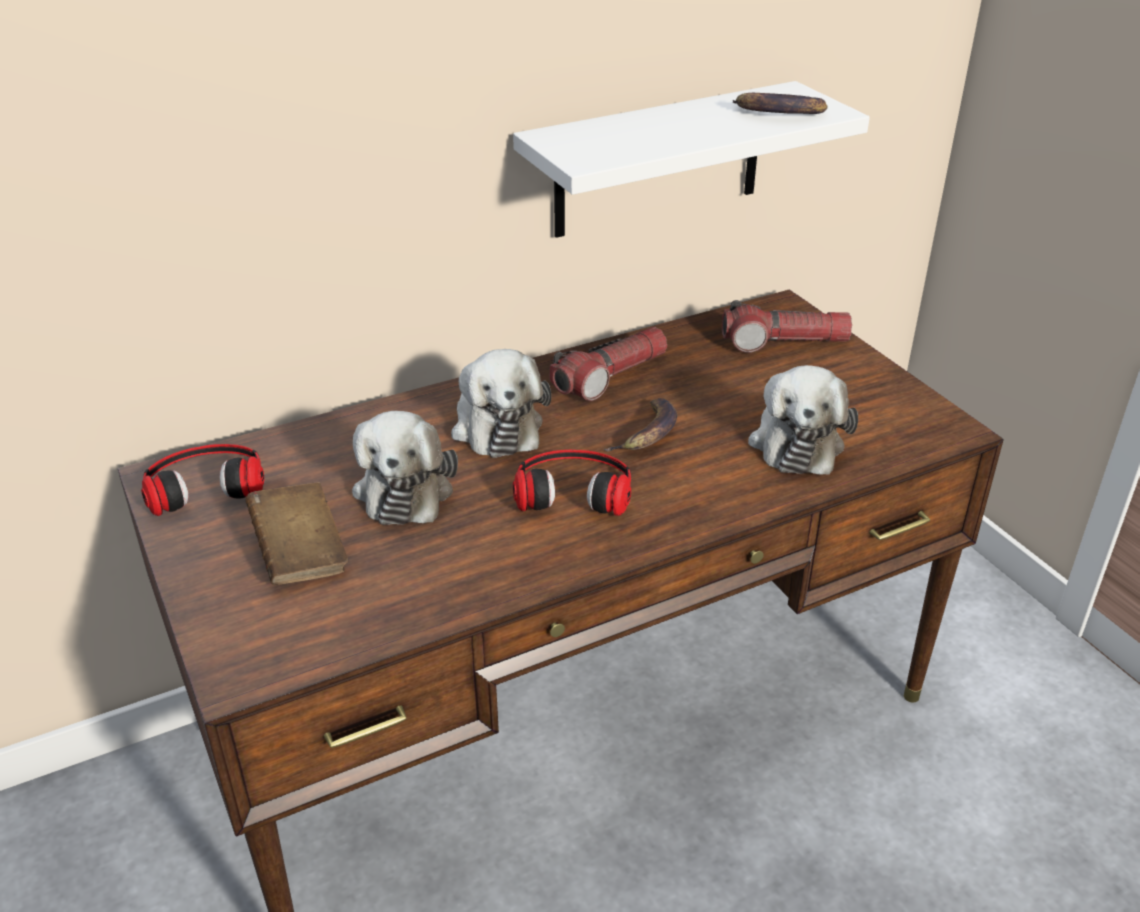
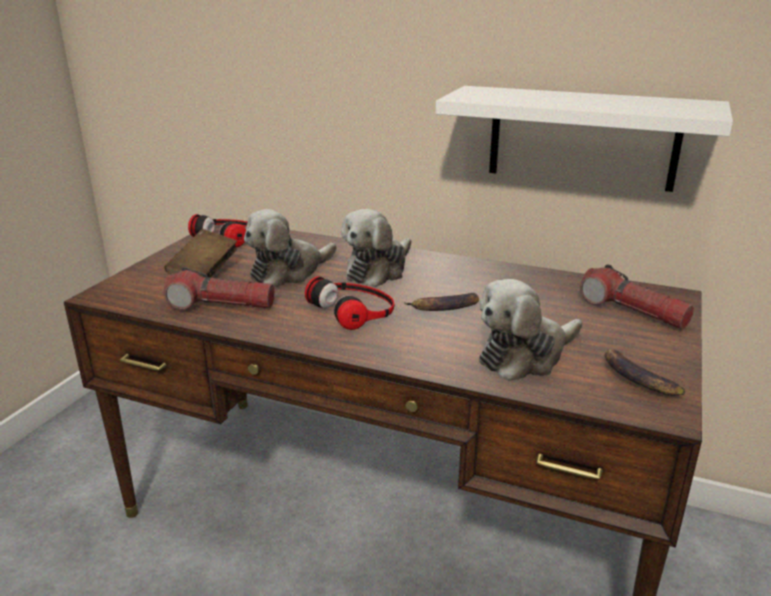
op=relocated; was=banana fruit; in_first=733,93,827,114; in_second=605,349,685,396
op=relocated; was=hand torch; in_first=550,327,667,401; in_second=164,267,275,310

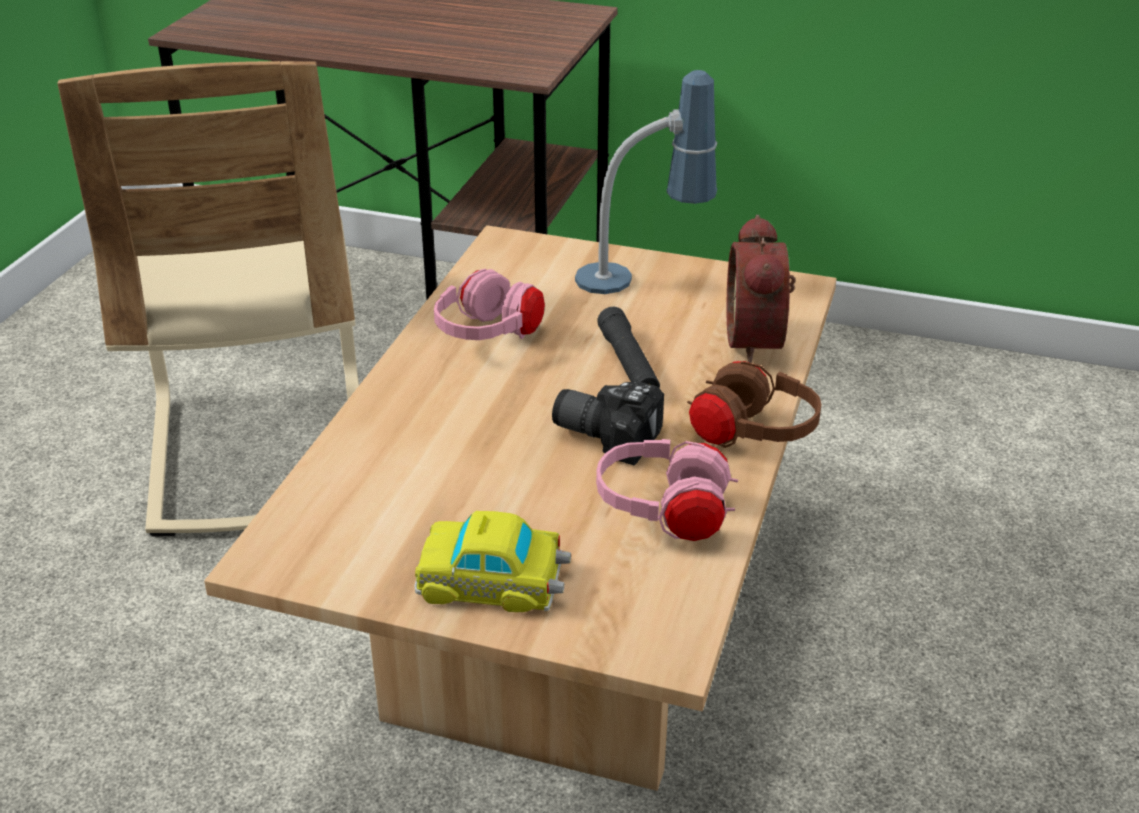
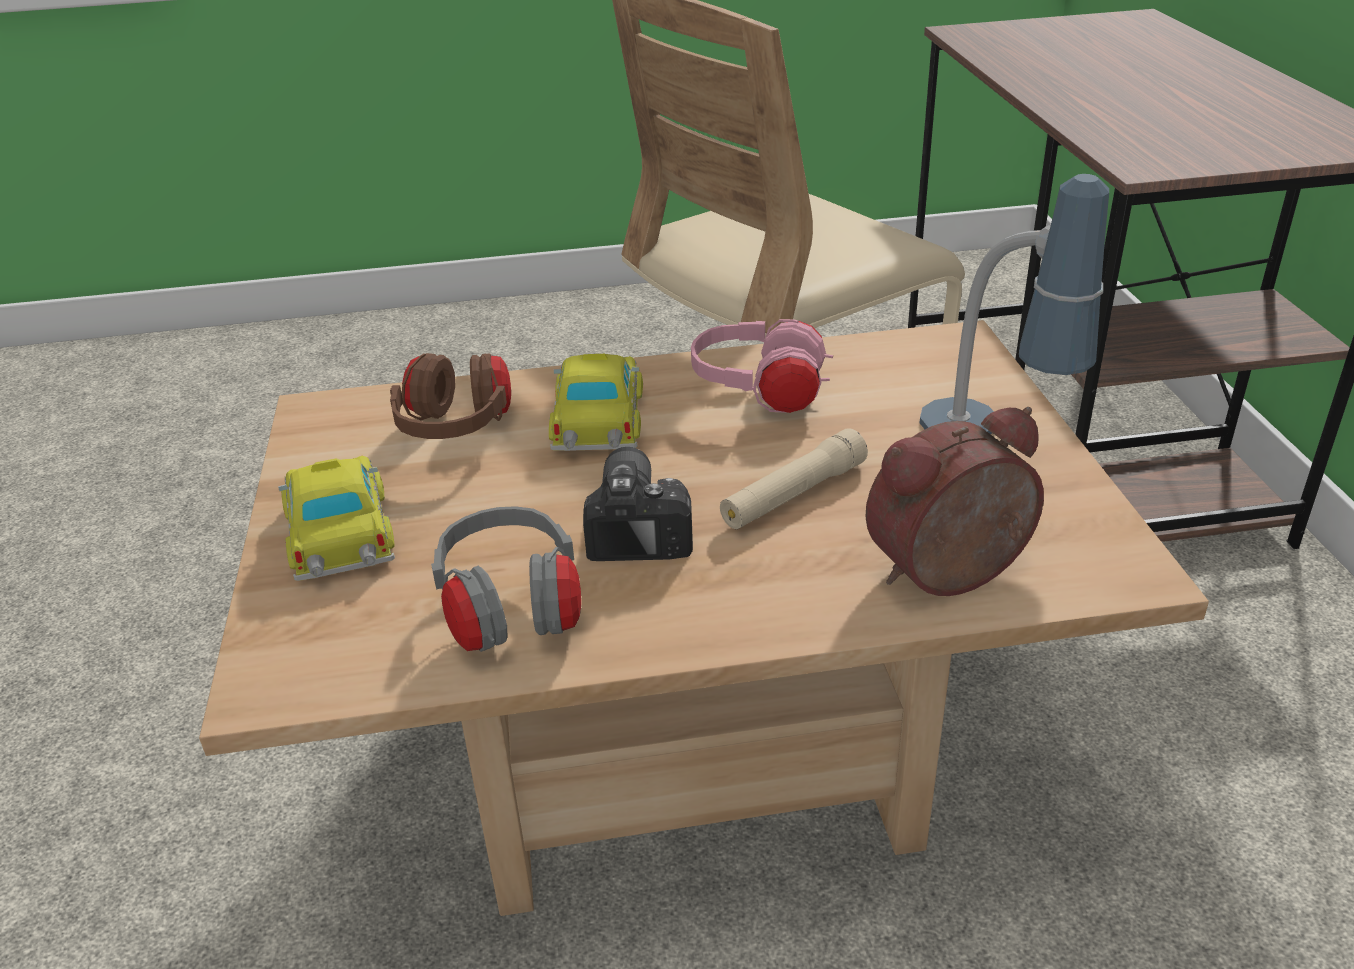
op=colour; was=hand torch (black); now=hand torch (sand-coloured); in_first=597,307,660,388; in_second=720,428,868,529
op=relocated; was=pair of headphones (brown); in_first=687,361,822,448; in_second=390,353,511,439
op=colour; was=pair of headphones (pink); now=pair of headphones (greyish); in_first=596,439,738,541; in_second=431,506,581,652
op=appeared; now=toy car; in_second=549,354,643,451

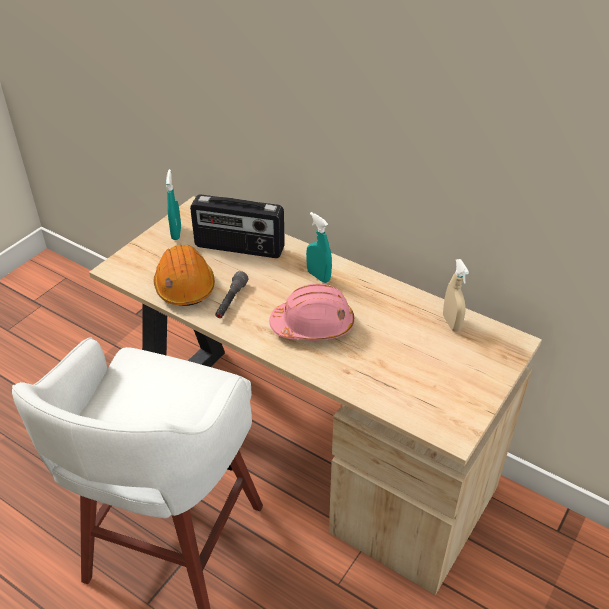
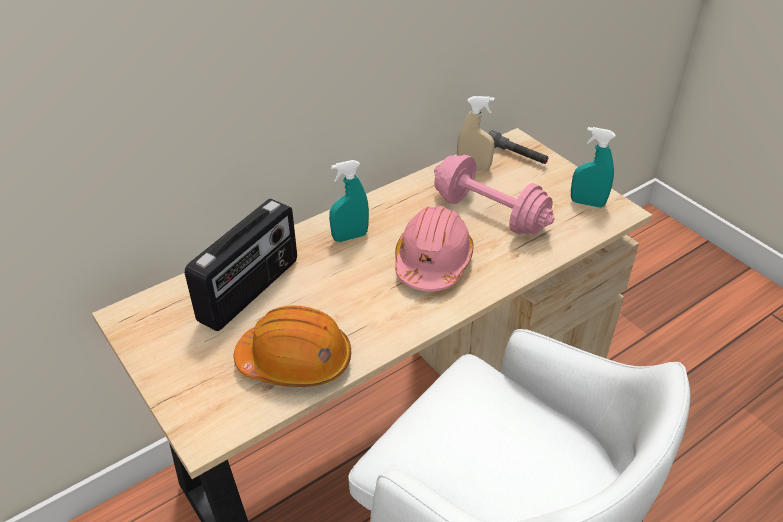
op=relocated; was=sprayer (turquoise-coloured); in_first=166,169,181,240; in_second=571,127,616,208
op=relocated; was=hand torch (greyish); in_first=215,271,249,318; in_second=488,130,548,164
op=appeared; now=dumbbell (pink); in_second=434,155,555,235

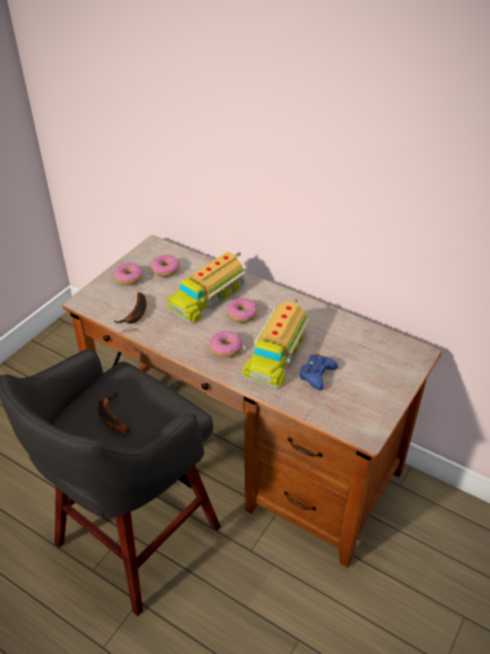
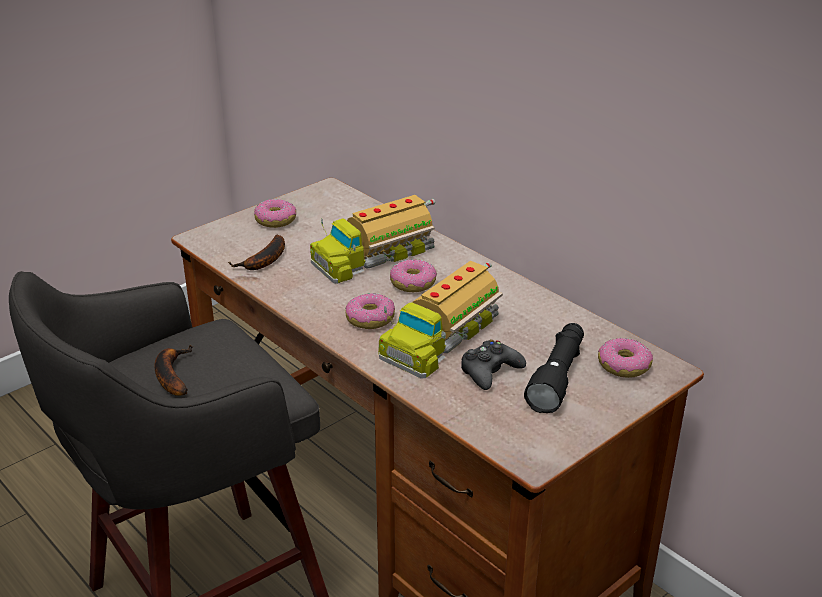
op=relocated; was=donut; in_first=150,255,180,277; in_second=598,338,653,378
op=colour; was=joypad (blue-coloured); now=joypad (black); in_first=299,354,338,390; in_second=461,339,526,390
op=appeared; now=hand torch (black); in_second=524,323,584,413

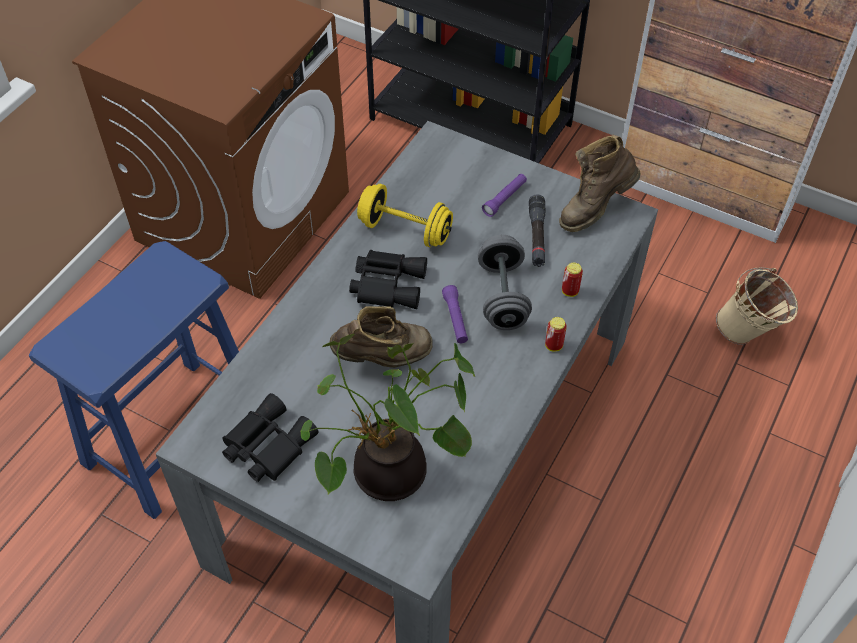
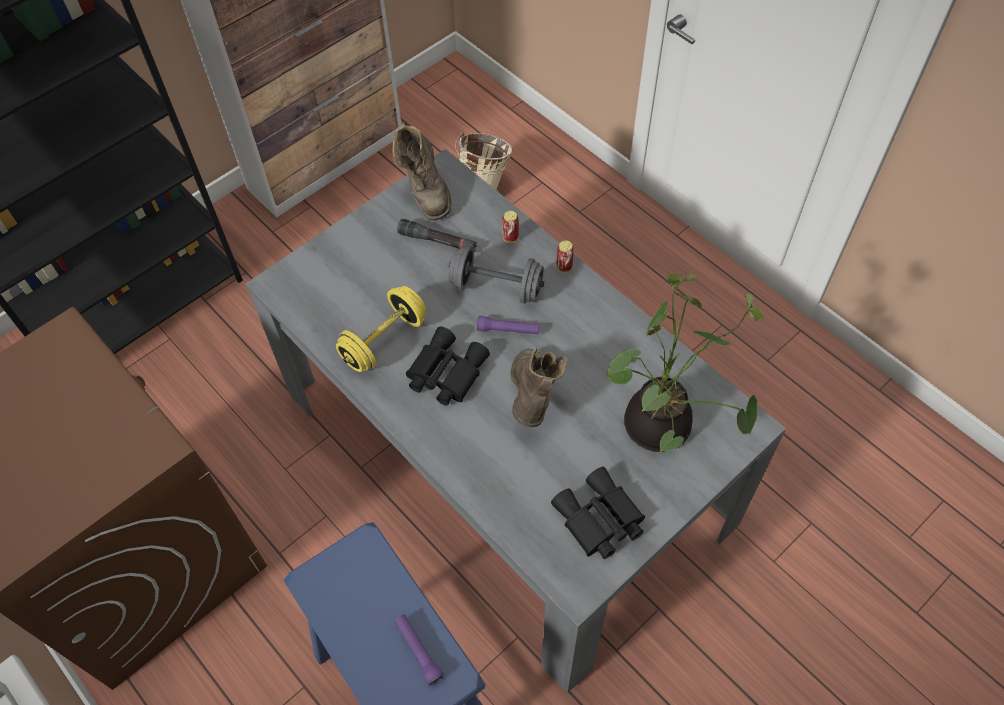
op=relocated; was=hand torch (purplish); in_first=482,174,527,217; in_second=394,614,444,686

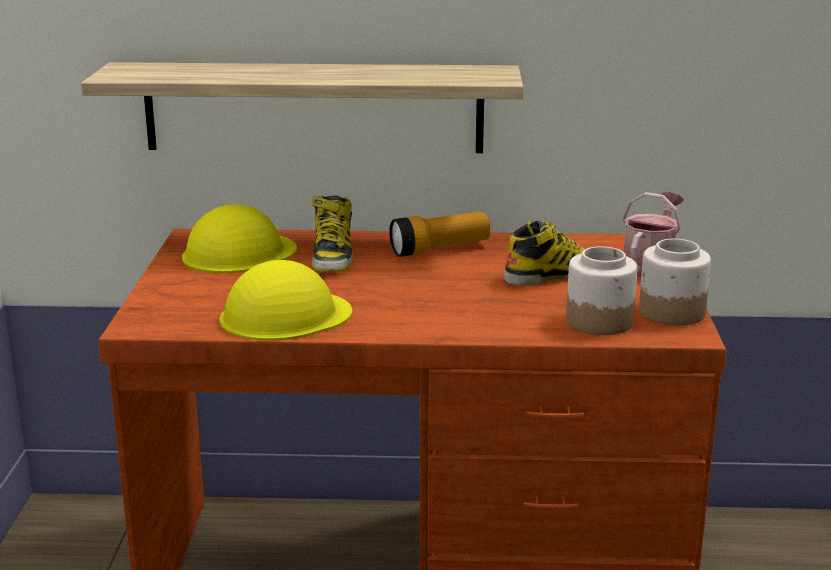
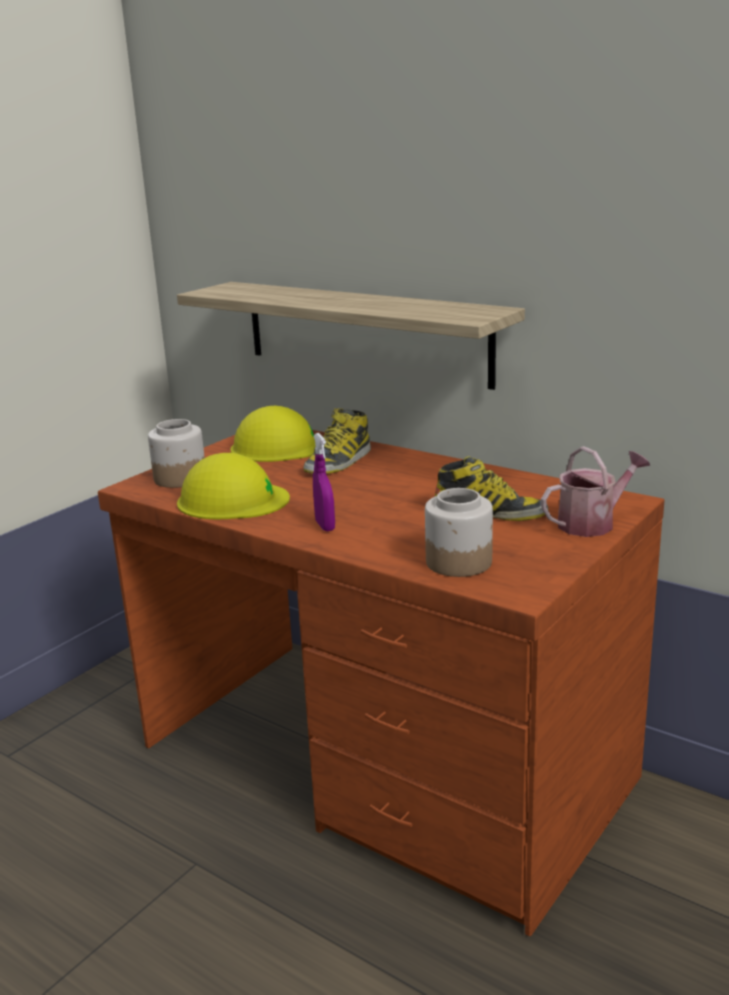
op=missing; was=hand torch; in_first=389,212,490,257
op=relocated; was=preserve jar; in_first=639,239,711,326; in_second=148,419,205,488
op=appeared; now=sprayer (purplish); in_second=313,433,335,531

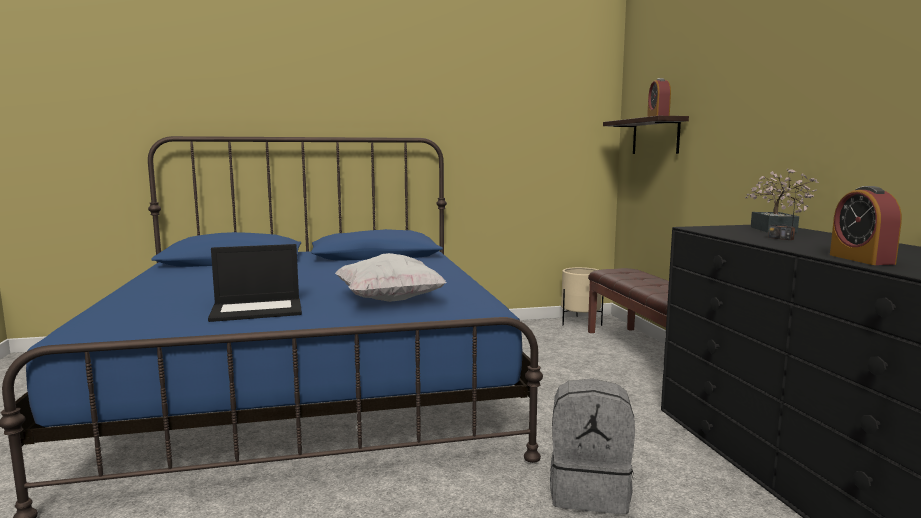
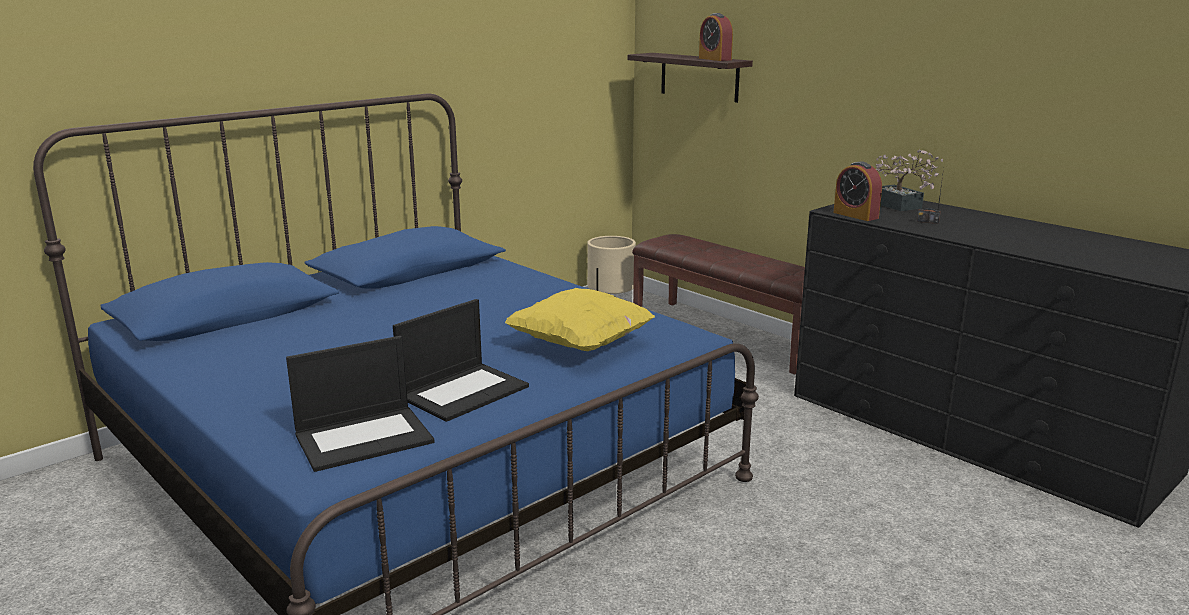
op=relocated; was=bedside clock; in_first=830,186,902,265; in_second=833,161,882,221
op=colour; was=cushion (white); now=cushion (yellowish); in_first=335,253,447,302; in_second=505,288,655,351
op=missing; was=knapsack (greyish); in_first=550,379,635,514
op=appeared; now=portable computer; in_second=286,336,434,472

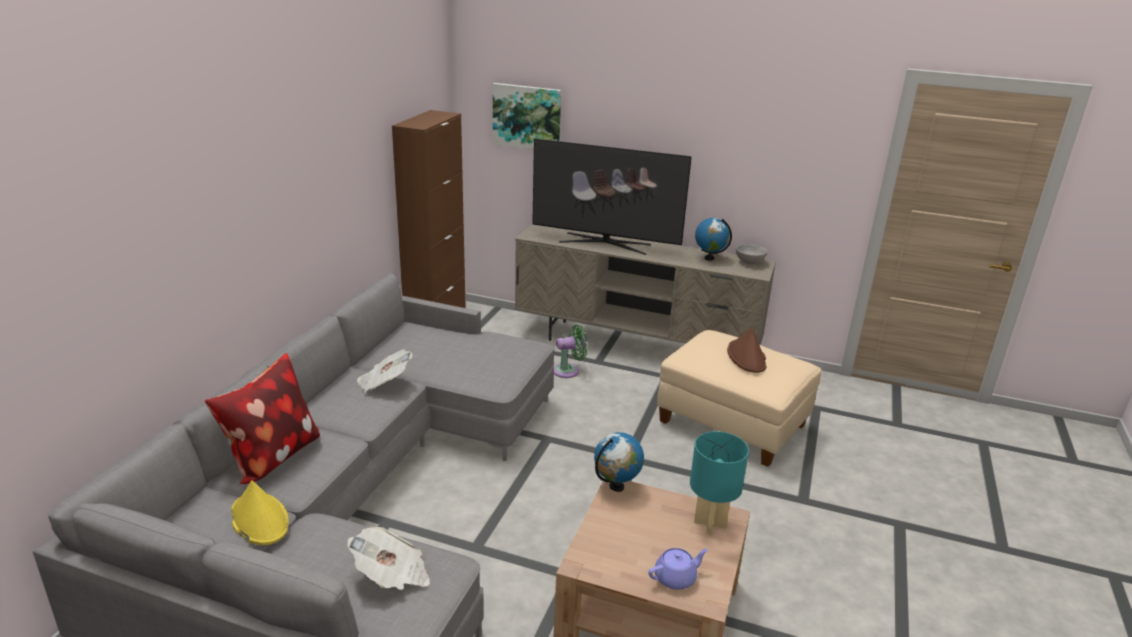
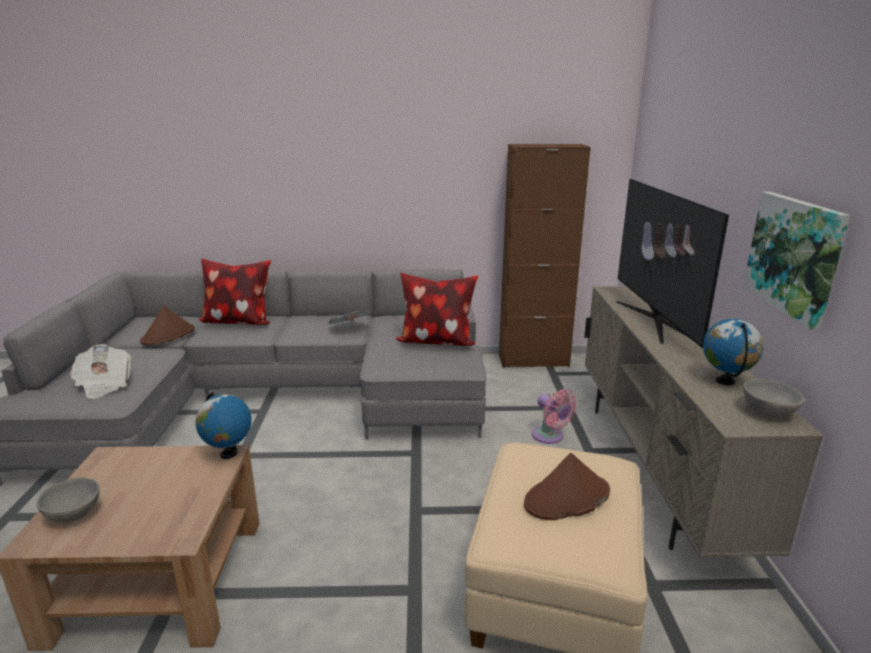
op=relocated; was=wall art; in_first=493,83,561,150; in_second=743,192,850,330
op=colour; was=fan (green); now=fan (pink); in_first=554,324,587,378; in_second=532,389,577,444
op=missing; was=table lamp (turquoise-coloured); in_first=690,431,749,535
op=colour; was=wearable hat (yellowish); now=wearable hat (brown); in_first=231,480,289,545; in_second=140,306,195,345
op=exchanged; was=tea pot (purplish); now=serving bowl (greyish); in_first=648,548,709,590; in_second=37,478,100,523
op=appeared; now=cushion; in_second=395,272,478,346

